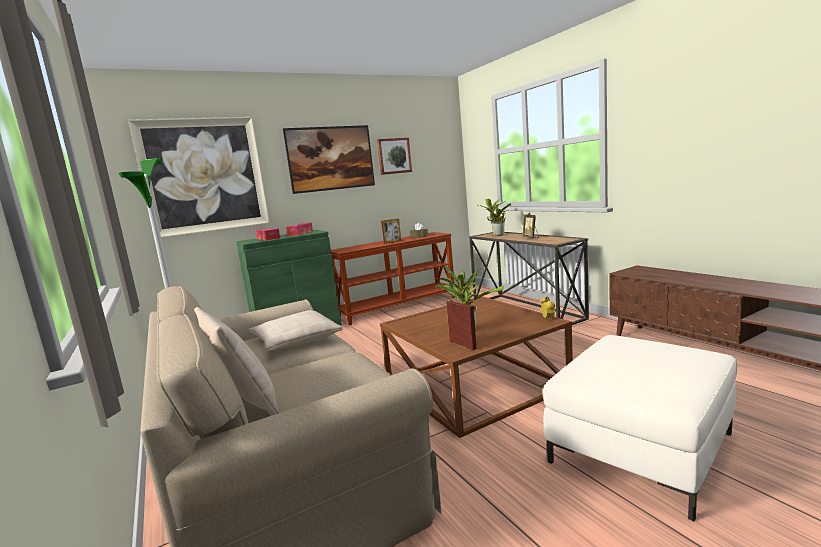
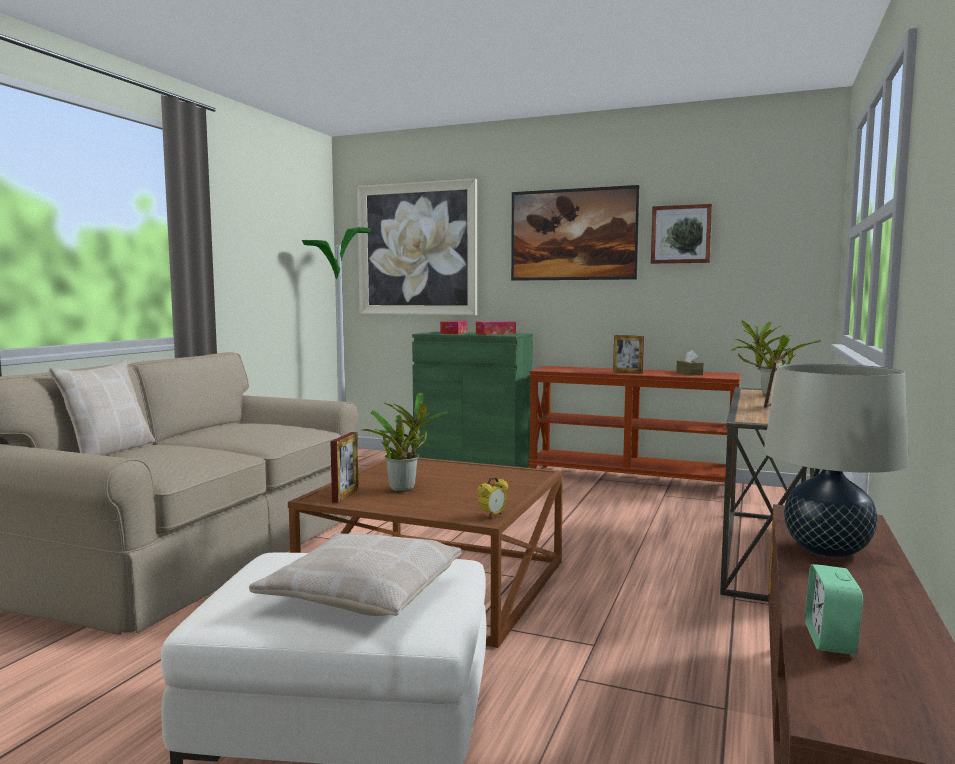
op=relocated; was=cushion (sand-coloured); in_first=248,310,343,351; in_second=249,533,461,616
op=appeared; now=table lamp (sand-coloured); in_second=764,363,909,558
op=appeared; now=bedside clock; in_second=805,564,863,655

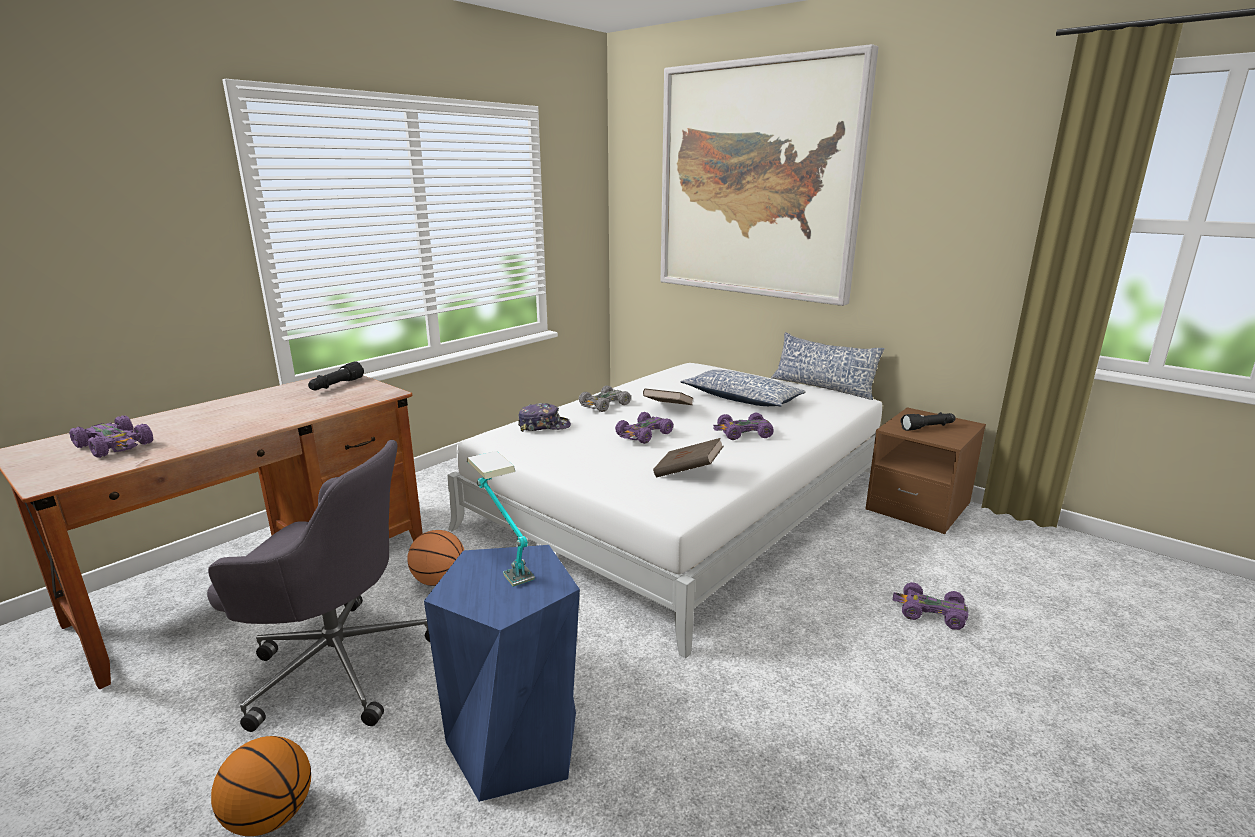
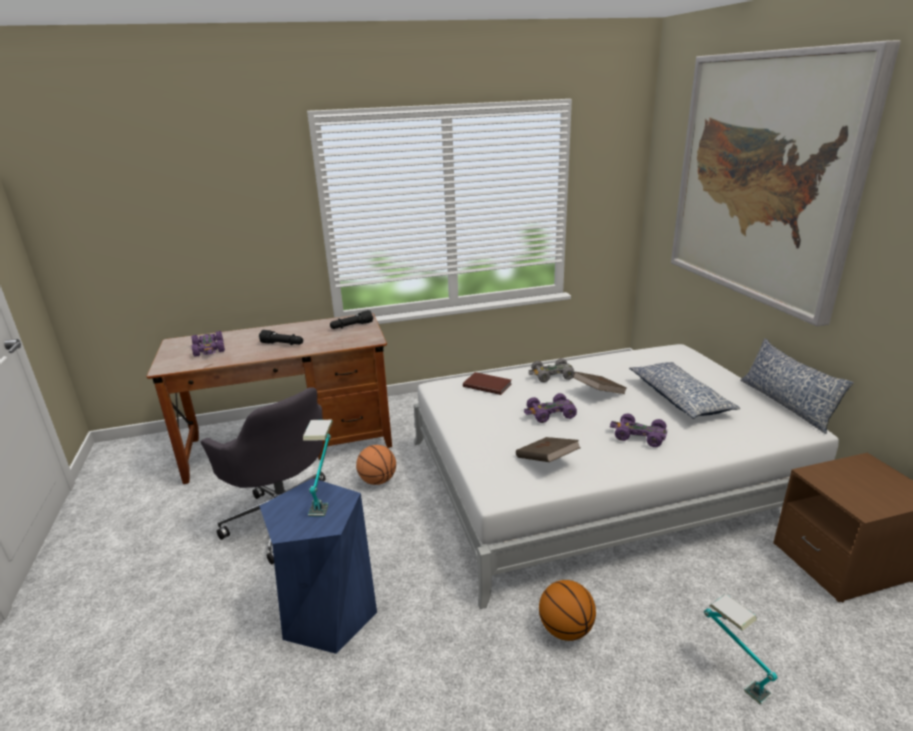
op=exchanged; was=baseball cap; now=bound book (brown); in_first=518,403,571,432; in_second=463,372,511,395
op=relocated; was=hand torch (black); in_first=900,412,956,431; in_second=259,330,303,345
op=exchanged; was=toy car (purplish); now=table lamp; in_first=893,582,968,630; in_second=704,594,777,704
op=relocated; was=basketball; in_first=211,736,311,836; in_second=539,580,596,641

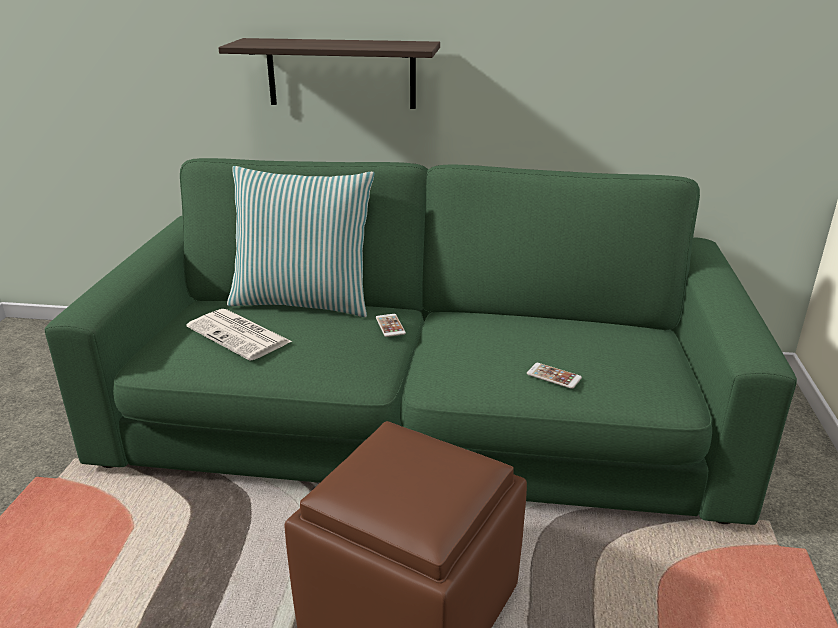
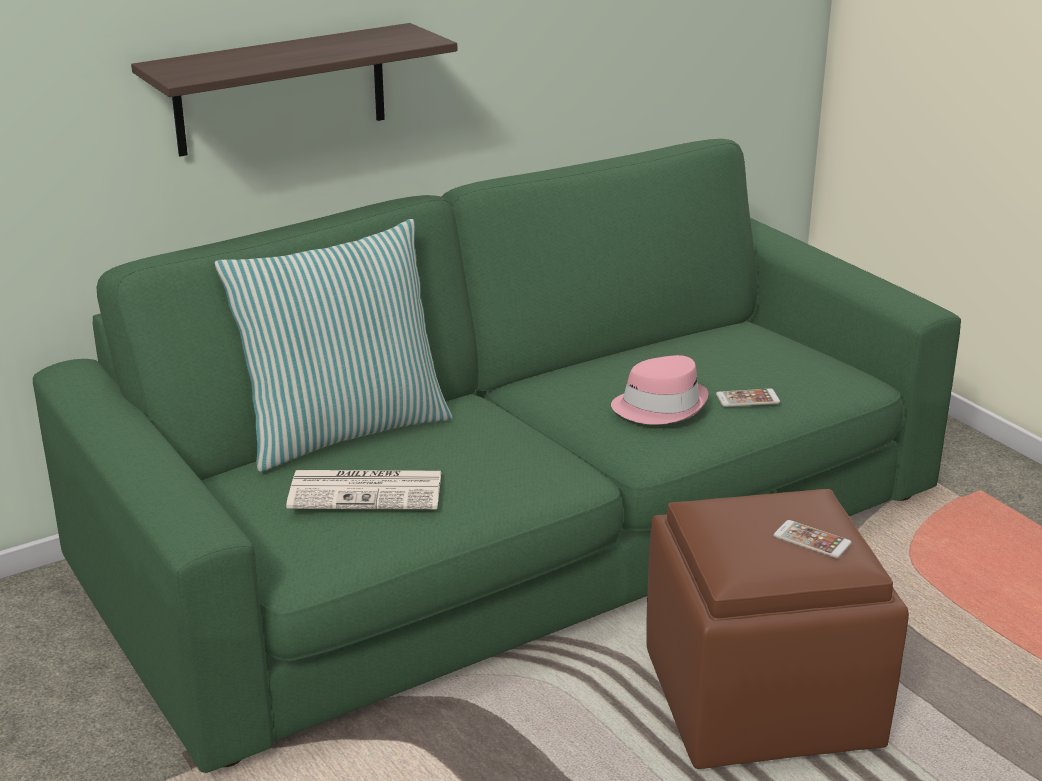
op=relocated; was=handset; in_first=376,314,406,337; in_second=773,520,852,558
op=appeared; now=wearable hat (pink); in_second=611,355,709,425

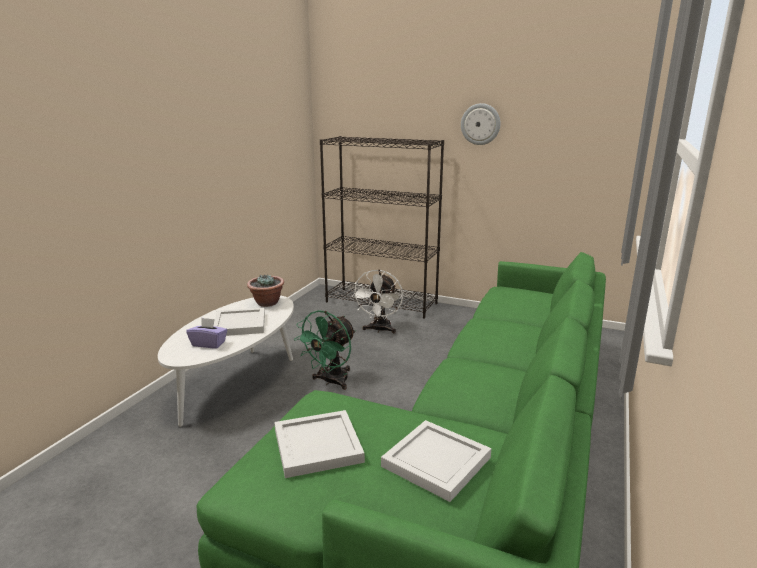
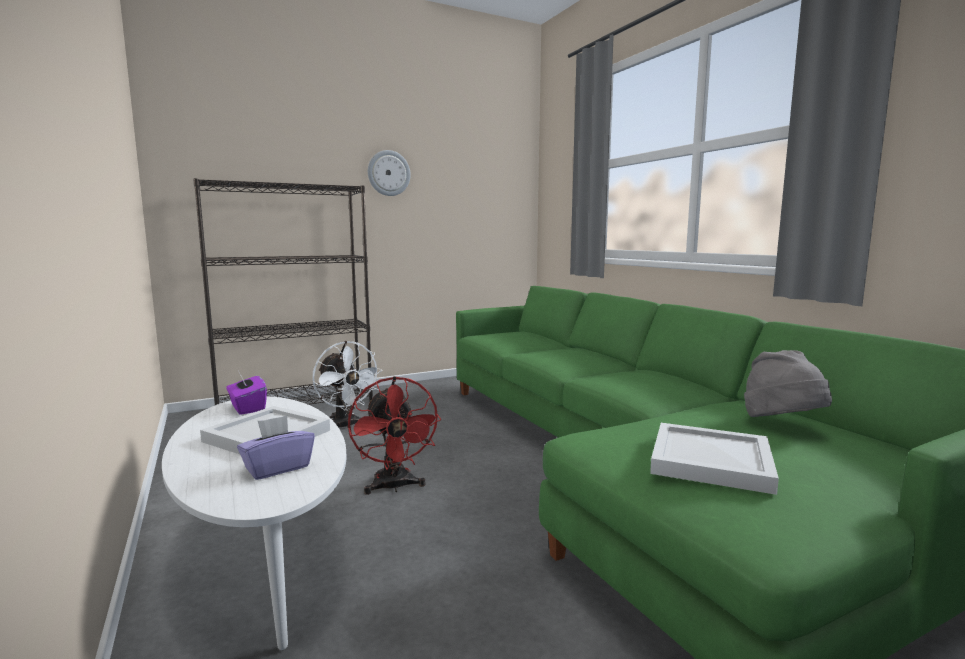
op=exchanged; was=plant in a pot; now=tissue box (purplish); in_first=247,275,284,307; in_second=226,374,267,415
op=colour; was=fan (green); now=fan (red); in_first=294,310,356,390; in_second=348,376,441,495
op=exchanged; was=carrying tray (white); now=wearable hat (greyish); in_first=381,420,491,502; in_second=744,350,832,417

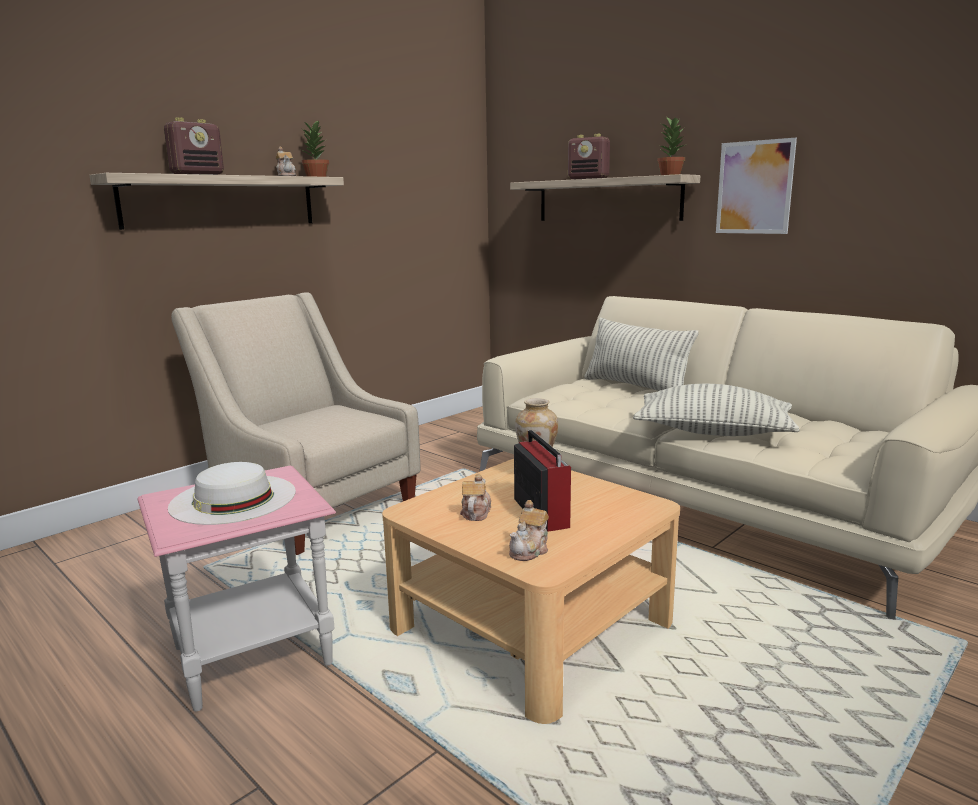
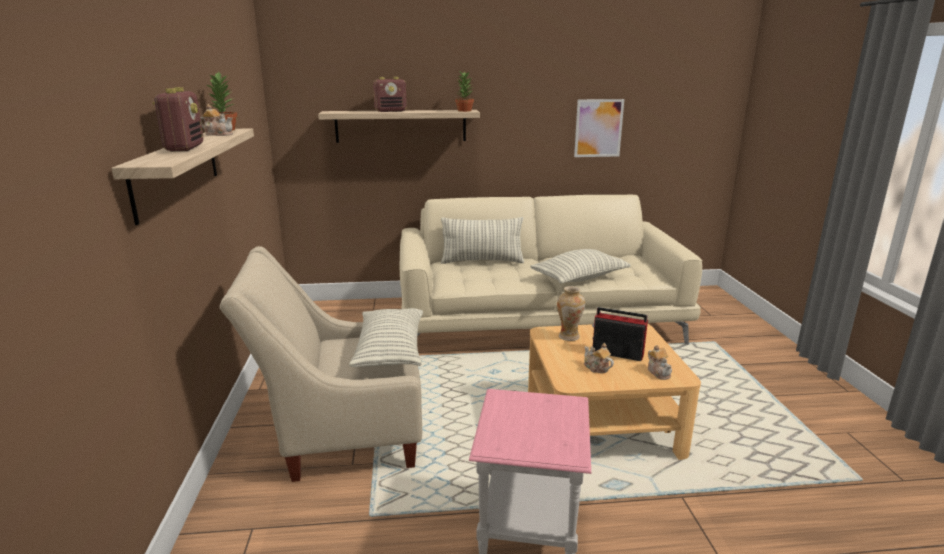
op=relocated; was=wall art; in_first=716,138,797,234; in_second=574,99,624,157
op=missing; was=wearable hat (white); in_first=168,462,296,525
op=appeared; now=cushion; in_second=349,308,423,367

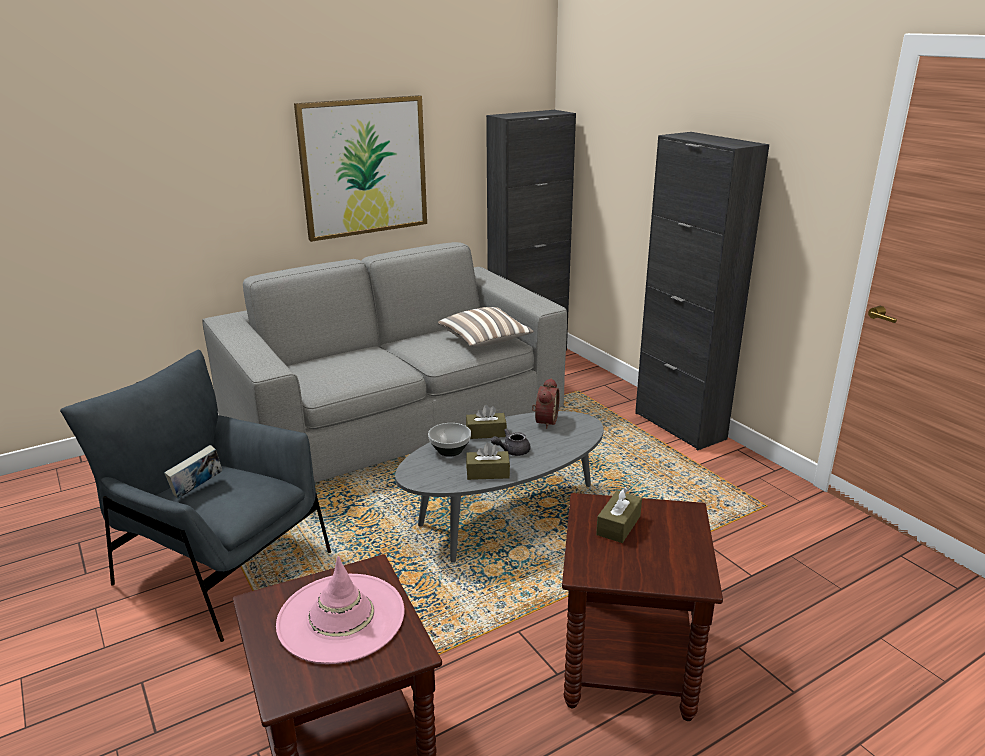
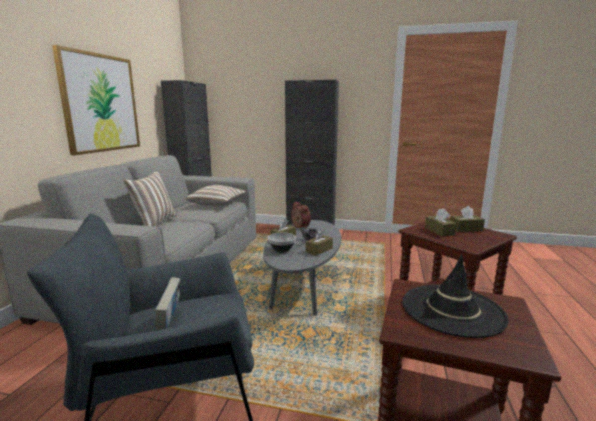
op=colour; was=wearable hat (pink); now=wearable hat (black); in_first=276,556,404,664; in_second=402,254,509,338
op=appeared; now=cushion; in_second=123,171,176,227
op=appeared; now=tissue box (brown); in_second=450,206,485,232

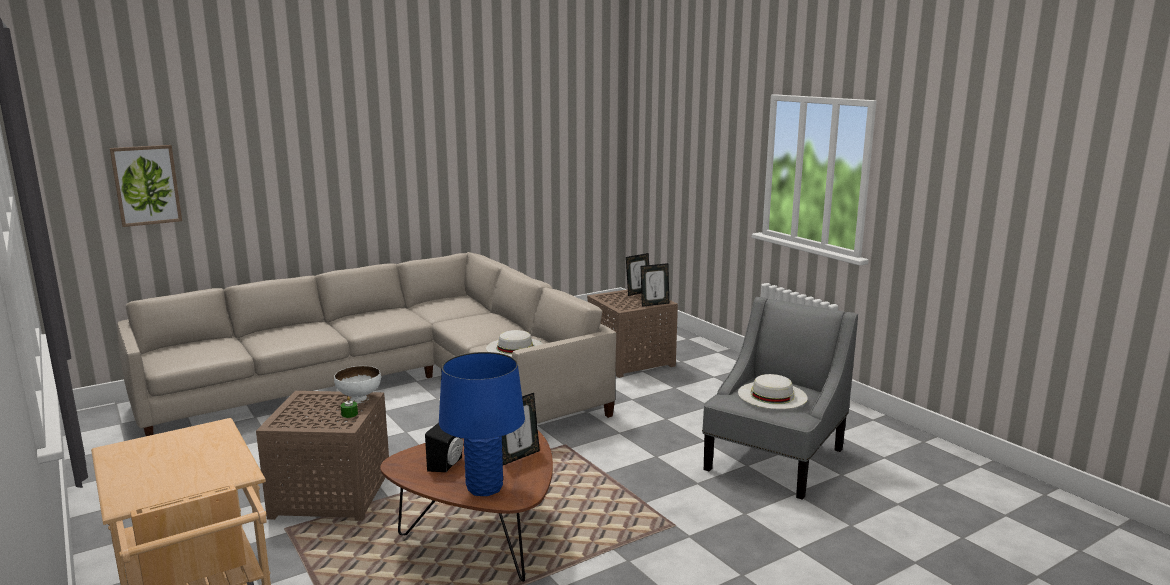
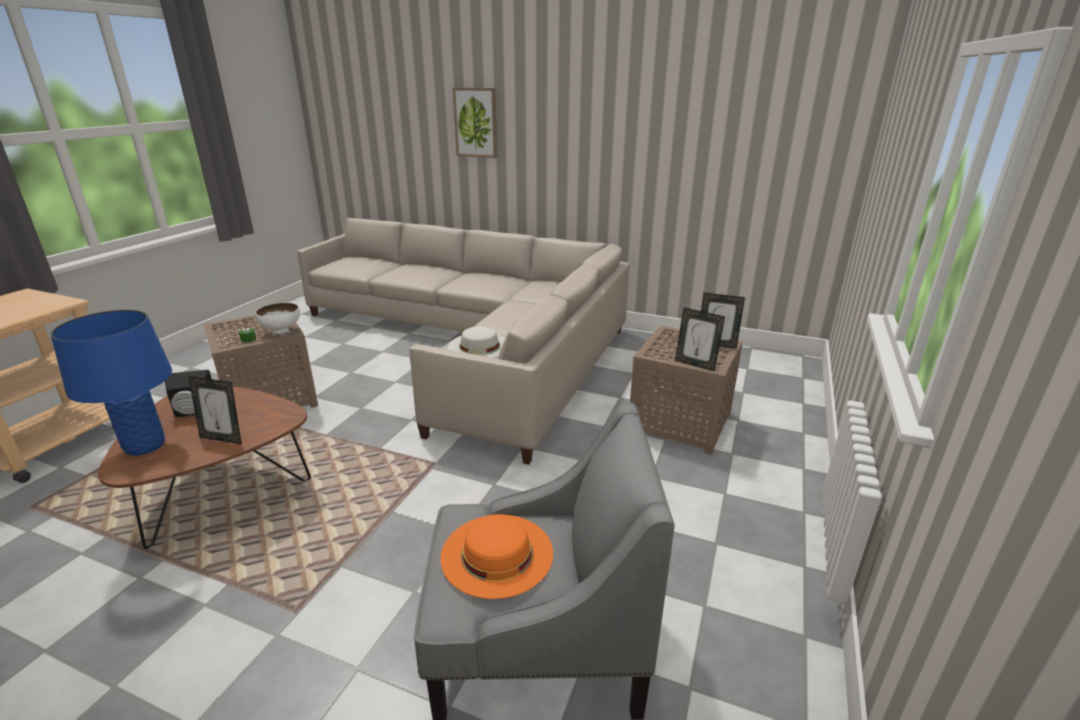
op=relocated; was=wall art; in_first=110,145,182,227; in_second=453,87,497,158
op=colour; was=wearable hat (white); now=wearable hat (orangey); in_first=738,374,807,409; in_second=440,514,553,599

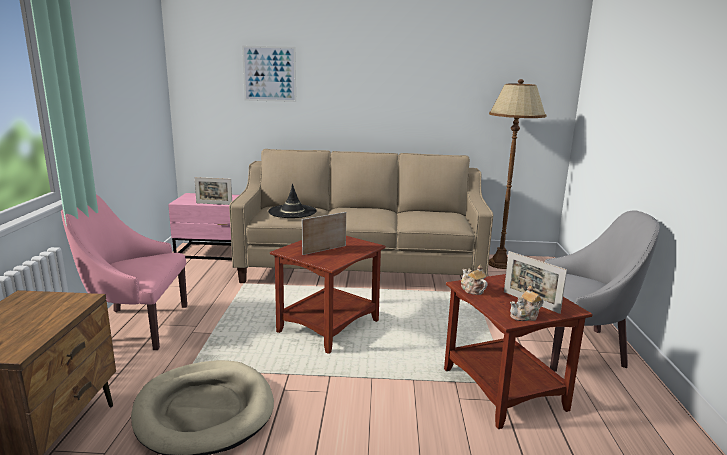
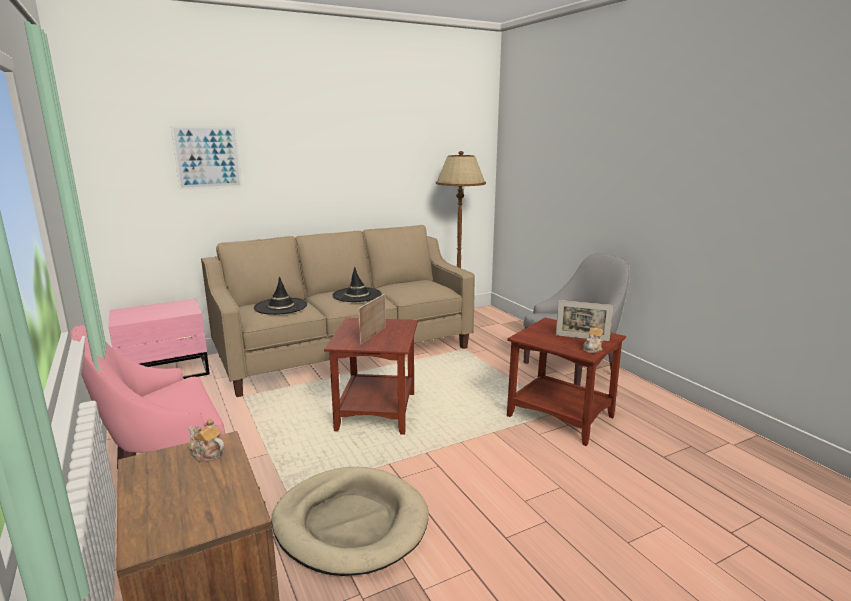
op=missing; was=standing frame; in_first=194,177,232,205
op=relocated; was=tea pot; in_first=461,265,488,295; in_second=188,419,224,462
op=appeared; now=wearable hat (black); in_second=332,267,382,302

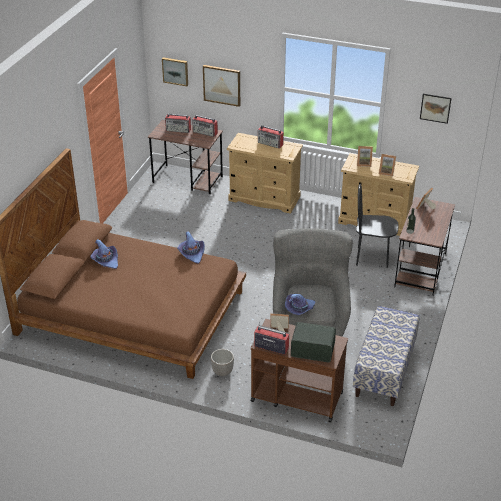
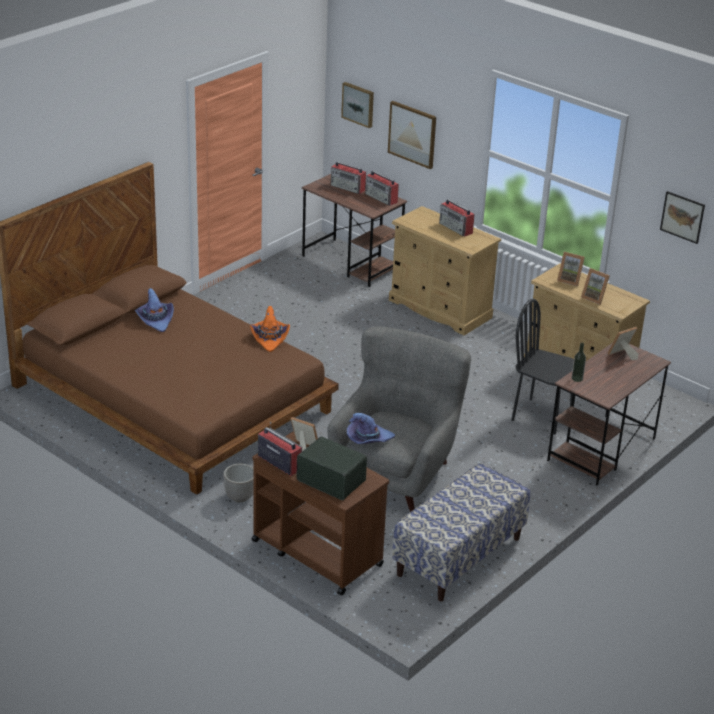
op=colour; was=wearable hat (purplish); now=wearable hat (orangey); in_first=177,231,205,264; in_second=250,306,290,352

